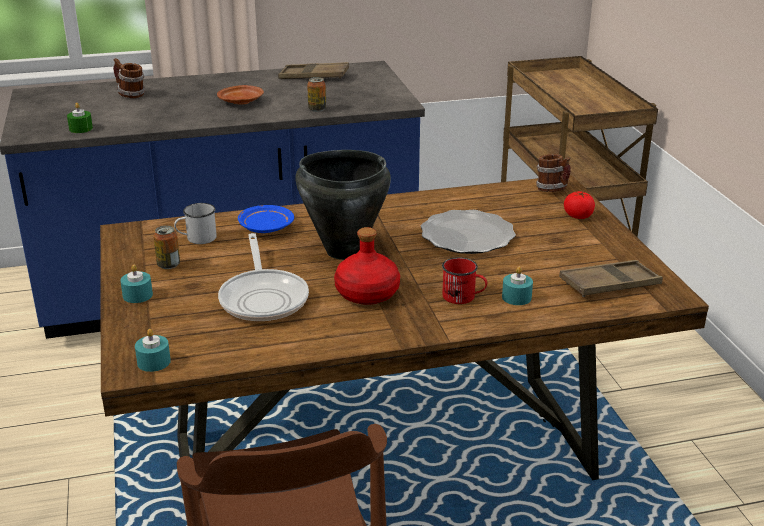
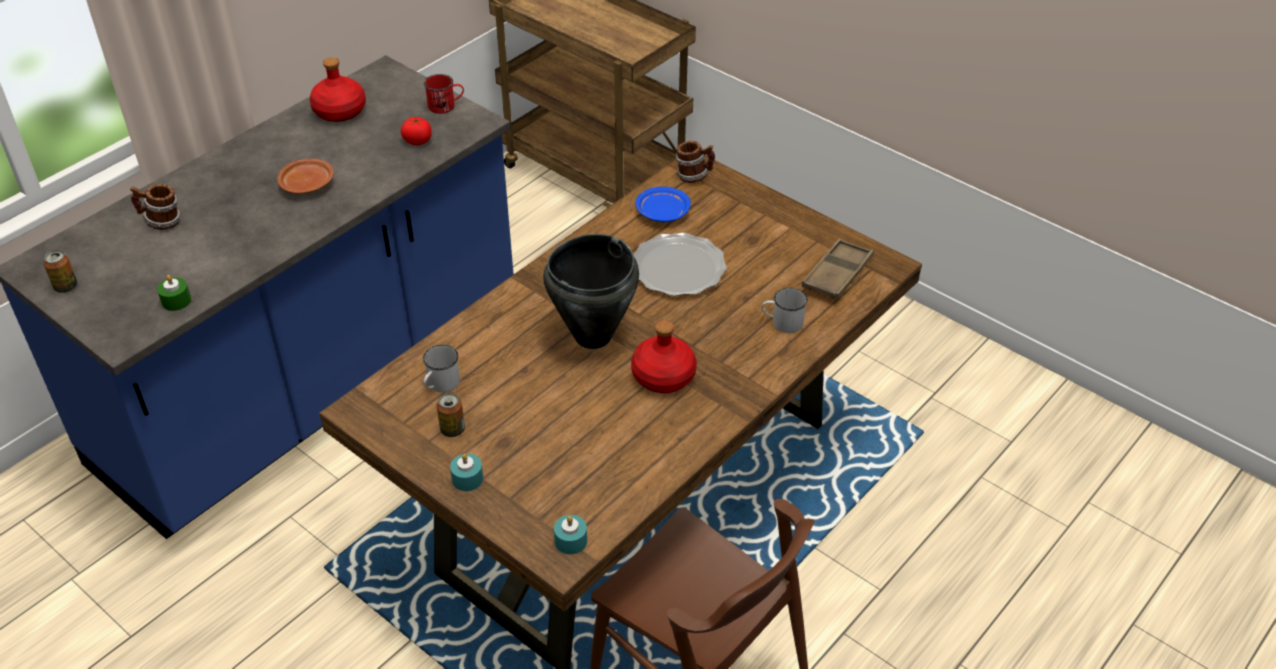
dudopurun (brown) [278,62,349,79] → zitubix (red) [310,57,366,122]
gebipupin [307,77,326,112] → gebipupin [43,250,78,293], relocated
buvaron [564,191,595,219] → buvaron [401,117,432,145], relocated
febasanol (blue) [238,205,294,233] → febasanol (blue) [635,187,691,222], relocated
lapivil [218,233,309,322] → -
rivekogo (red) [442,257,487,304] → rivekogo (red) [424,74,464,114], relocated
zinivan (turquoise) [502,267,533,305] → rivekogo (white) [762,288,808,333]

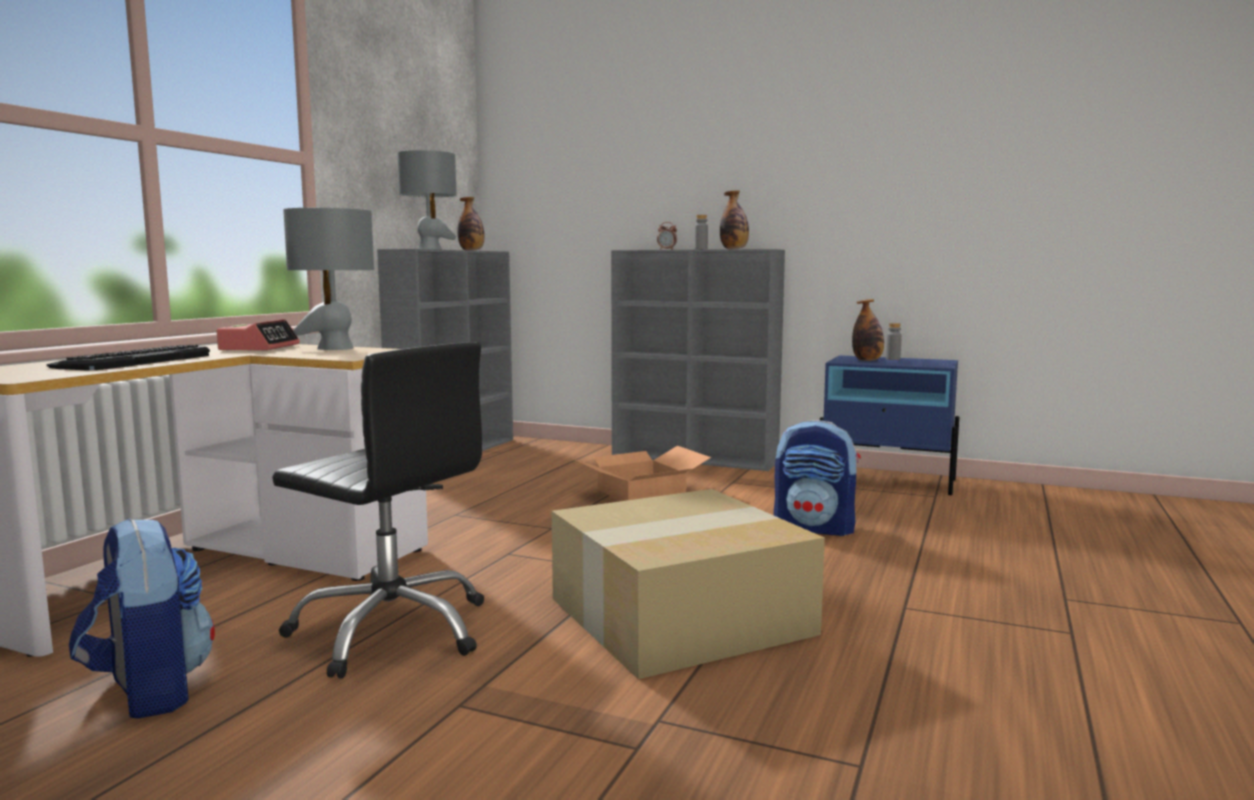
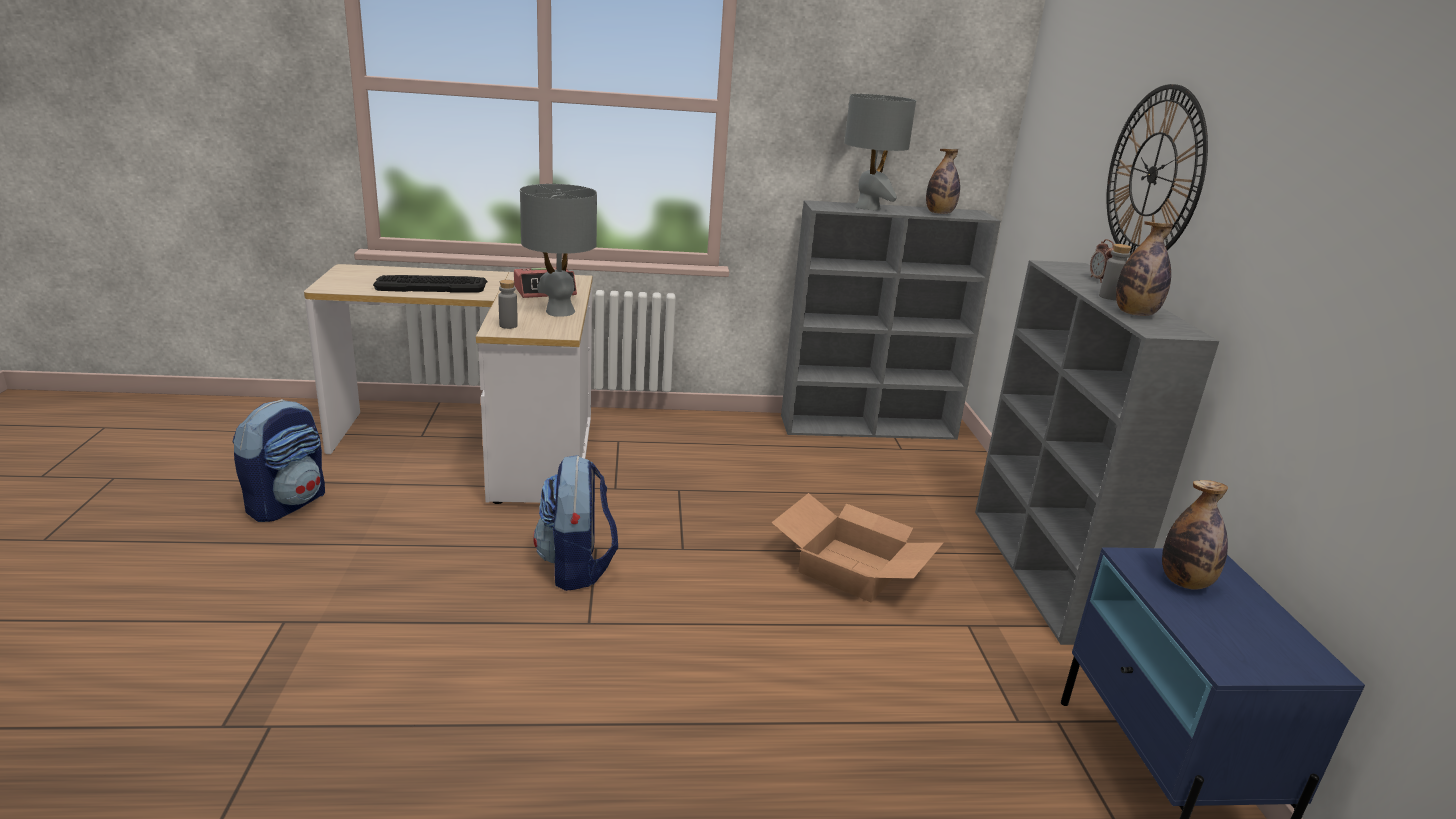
zitubix (grey) [886,323,902,360] → zitubix (grey) [498,280,518,329], relocated
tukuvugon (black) [272,342,484,679] → -
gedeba [774,420,861,536] → gedeba [533,455,618,591], relocated
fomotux [552,489,825,679] → -
- → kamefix [1106,84,1208,256]

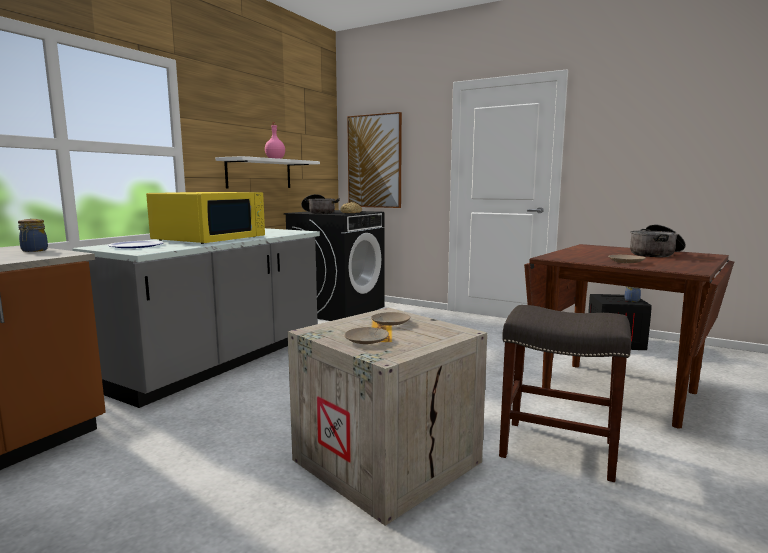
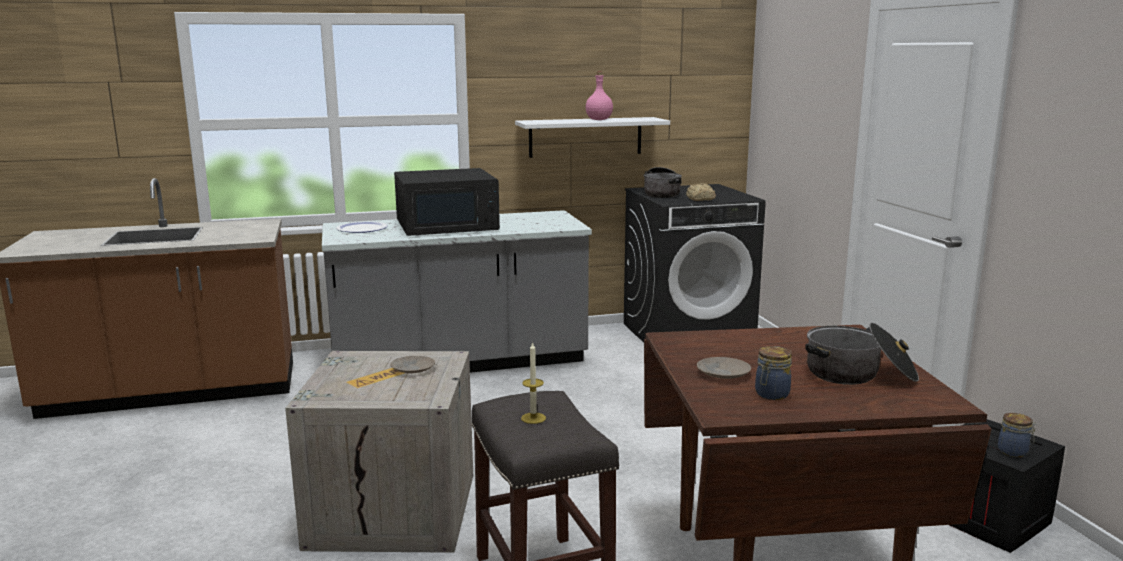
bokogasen [347,112,402,208] → -
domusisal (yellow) [146,192,265,244] → domusisal (black) [394,168,500,236]
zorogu [18,219,48,252] → zorogu [755,346,792,400], relocated
febasanol (beige) [345,327,389,344] → -
- → zinivan [521,342,546,424]

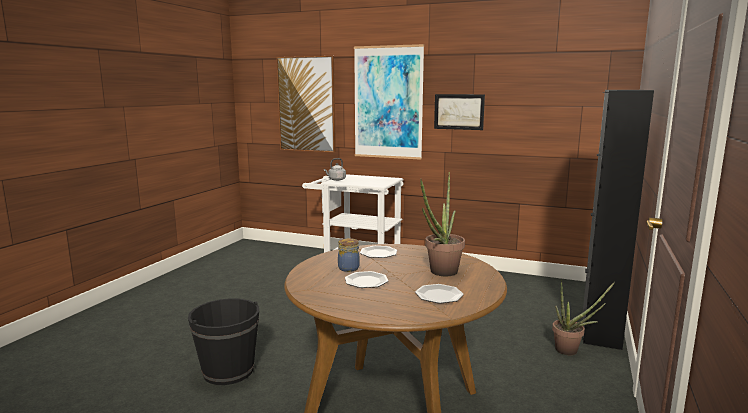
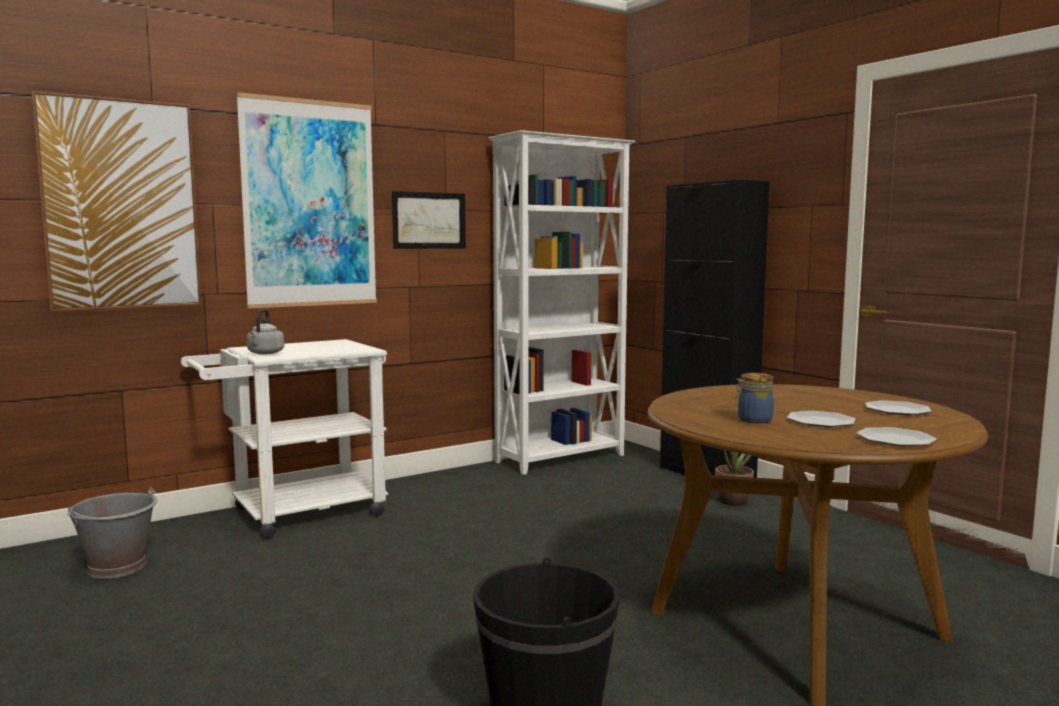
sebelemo [420,172,465,276] → -
febasanol [360,246,397,258] → febasanol [857,427,937,446], relocated
- → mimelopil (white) [489,130,636,475]
- → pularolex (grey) [67,487,158,579]

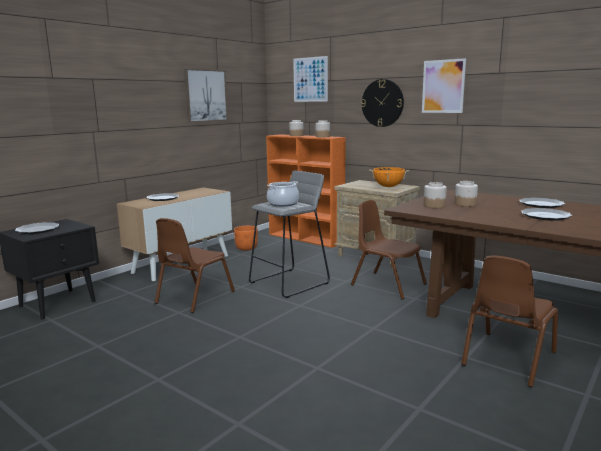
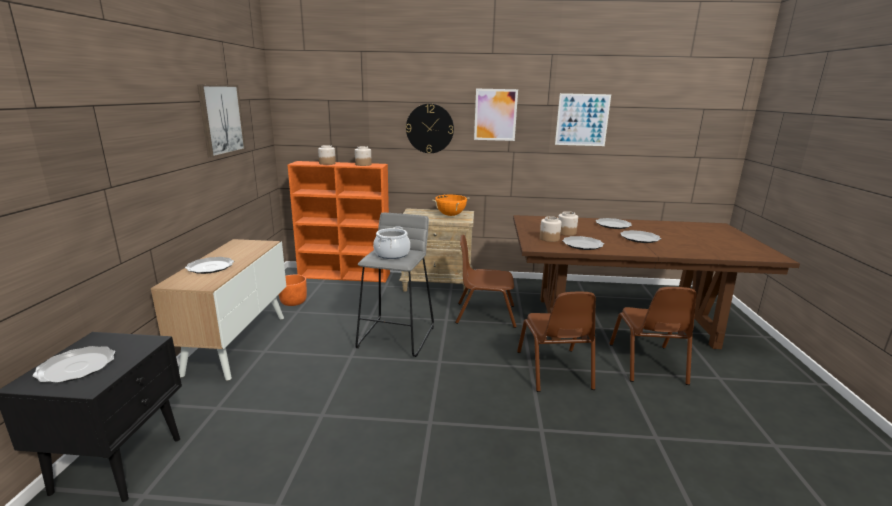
bokogasen [293,56,328,102] → bokogasen [555,93,611,146], relocated
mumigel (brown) [155,218,235,313] → mumigel (brown) [517,292,596,392], relocated
- → febasanol [562,236,604,250]

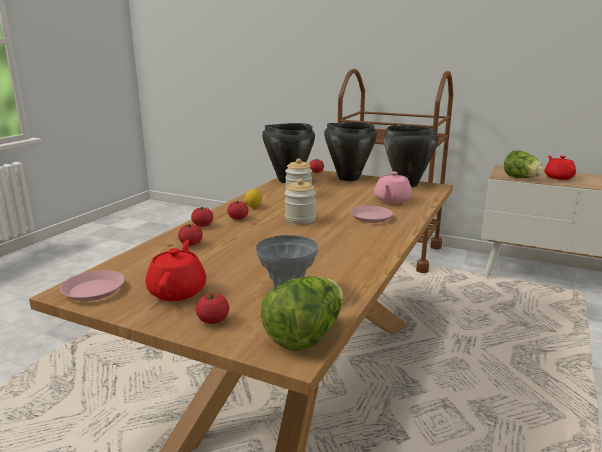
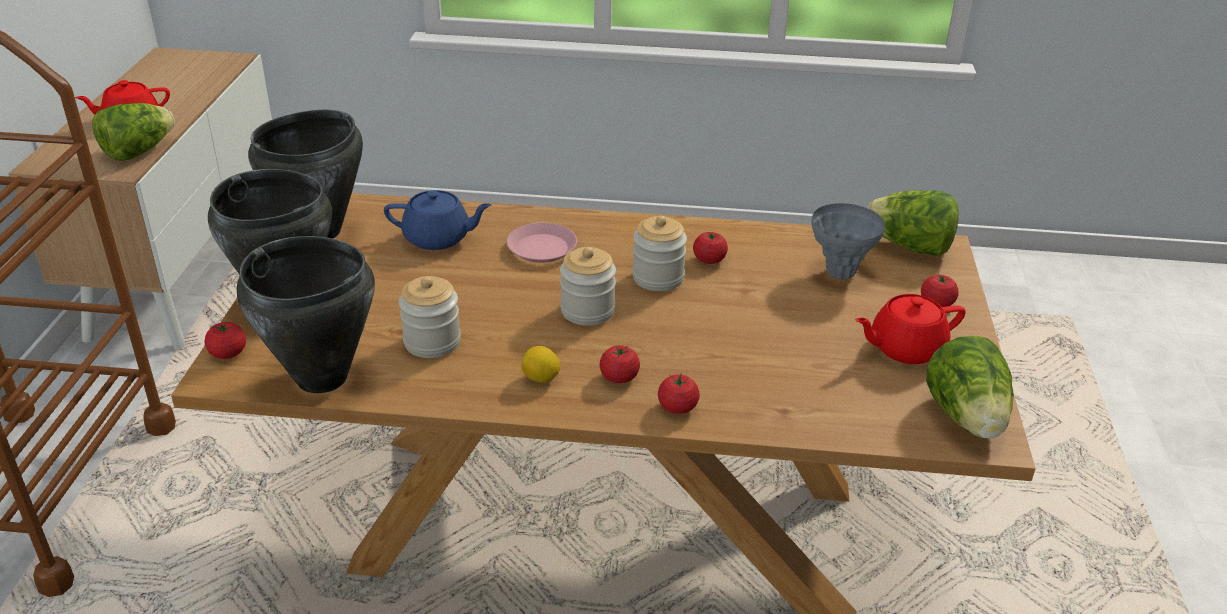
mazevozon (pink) [374,171,412,204] → mazevozon (blue) [384,190,492,250]
buvaron [178,224,203,246] → buvaron [693,232,728,264], relocated
febasanol (pink) [60,270,125,301] → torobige [926,335,1014,439]
- → zorogu [632,216,687,291]

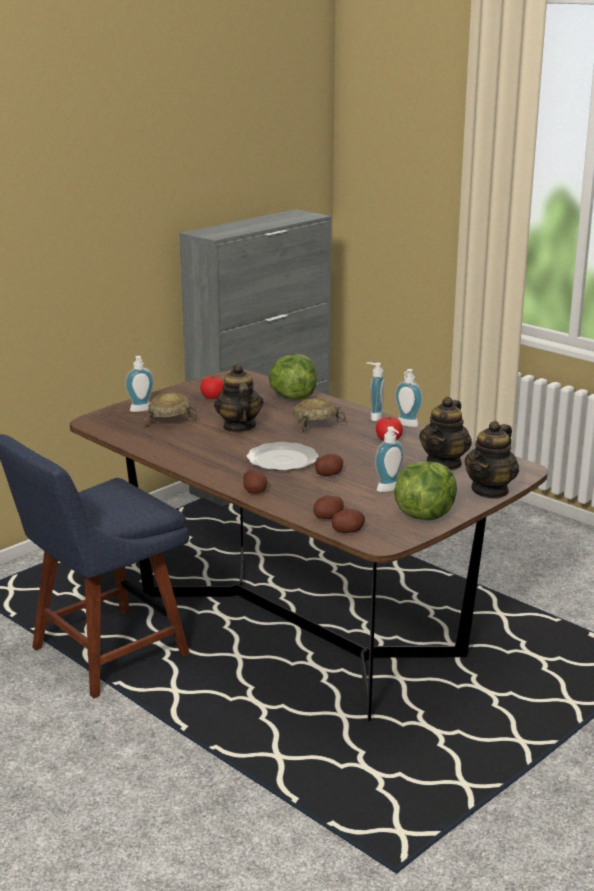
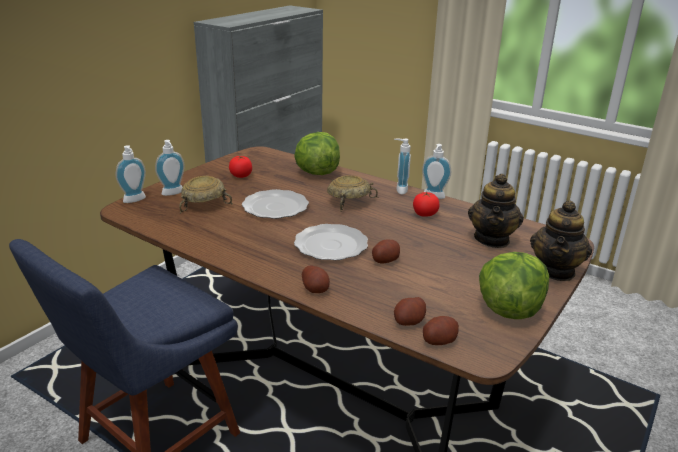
mazevozon [214,364,264,432] → febasanol [242,189,309,219]
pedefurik [375,426,404,492] → pedefurik [116,145,146,203], relocated

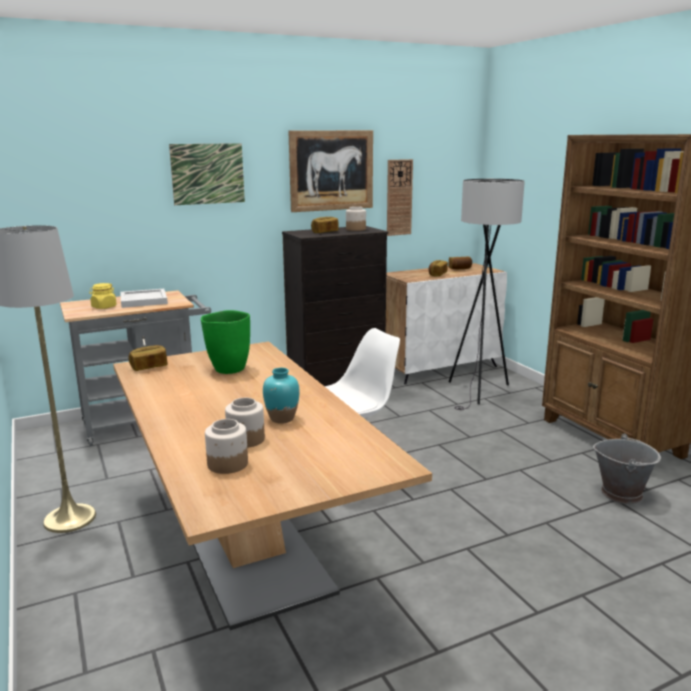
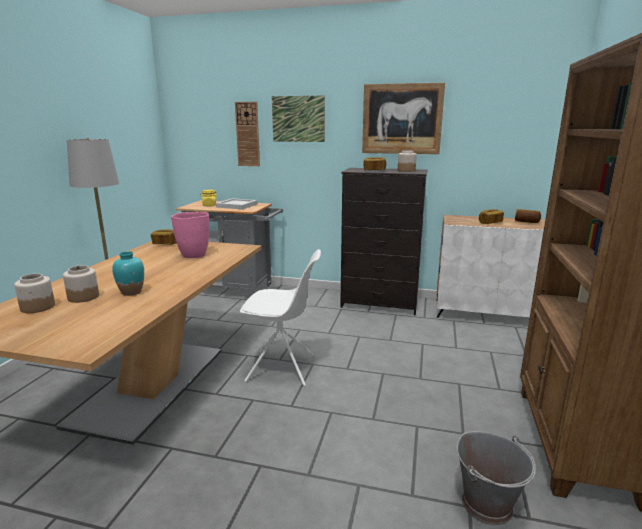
kamefix [387,159,413,236] → kamefix [235,102,260,166], relocated
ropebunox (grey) [449,179,525,410] → -
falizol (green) [201,310,250,374] → falizol (pink) [171,212,209,258]

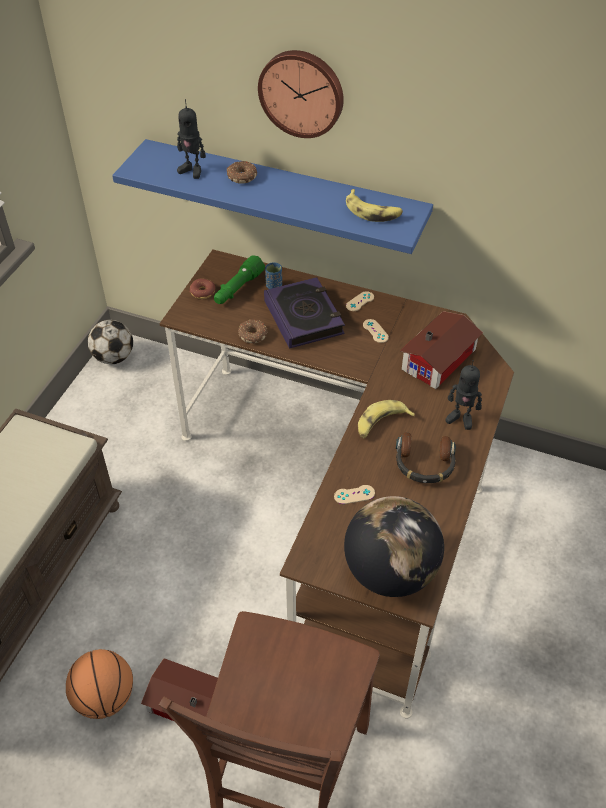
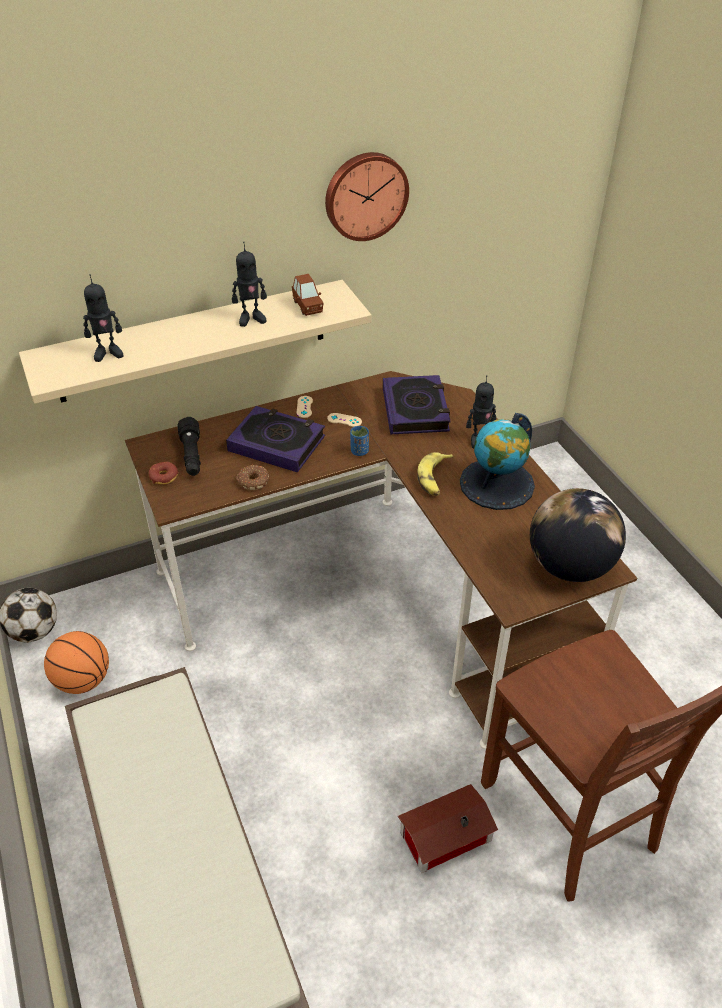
kamefix [258,50,344,138] → kamefix [325,152,409,241], relocated
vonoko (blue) [112,139,433,254] → vonoko (beige) [19,280,372,404]
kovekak [227,161,257,184] → -
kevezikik [346,189,403,222] → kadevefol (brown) [292,274,323,316]
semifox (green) [214,255,265,304] → semifox (black) [178,417,201,476]
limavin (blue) [265,262,282,289] → limavin (blue) [350,426,369,456], relocated
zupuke [400,311,483,389] → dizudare [383,375,451,435]
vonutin [396,432,456,483] → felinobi [460,413,535,510]
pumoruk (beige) [334,485,375,504] → -
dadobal [66,649,133,719] → dadobal [44,631,109,694], relocated
- → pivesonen [232,242,267,327]

